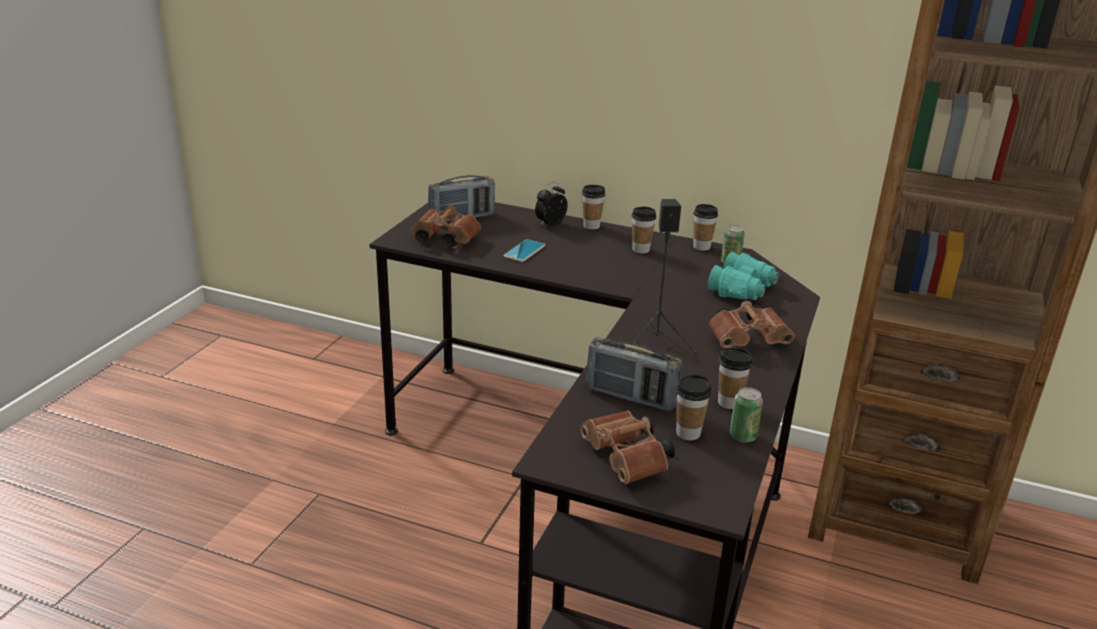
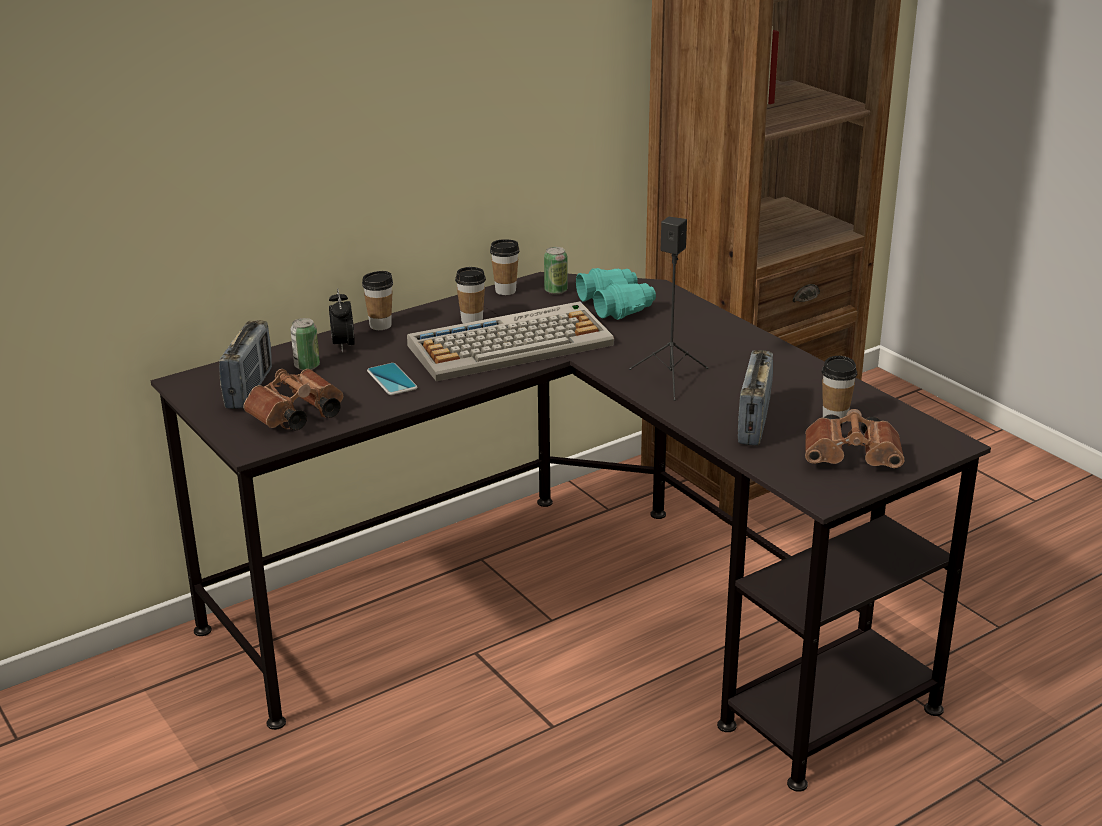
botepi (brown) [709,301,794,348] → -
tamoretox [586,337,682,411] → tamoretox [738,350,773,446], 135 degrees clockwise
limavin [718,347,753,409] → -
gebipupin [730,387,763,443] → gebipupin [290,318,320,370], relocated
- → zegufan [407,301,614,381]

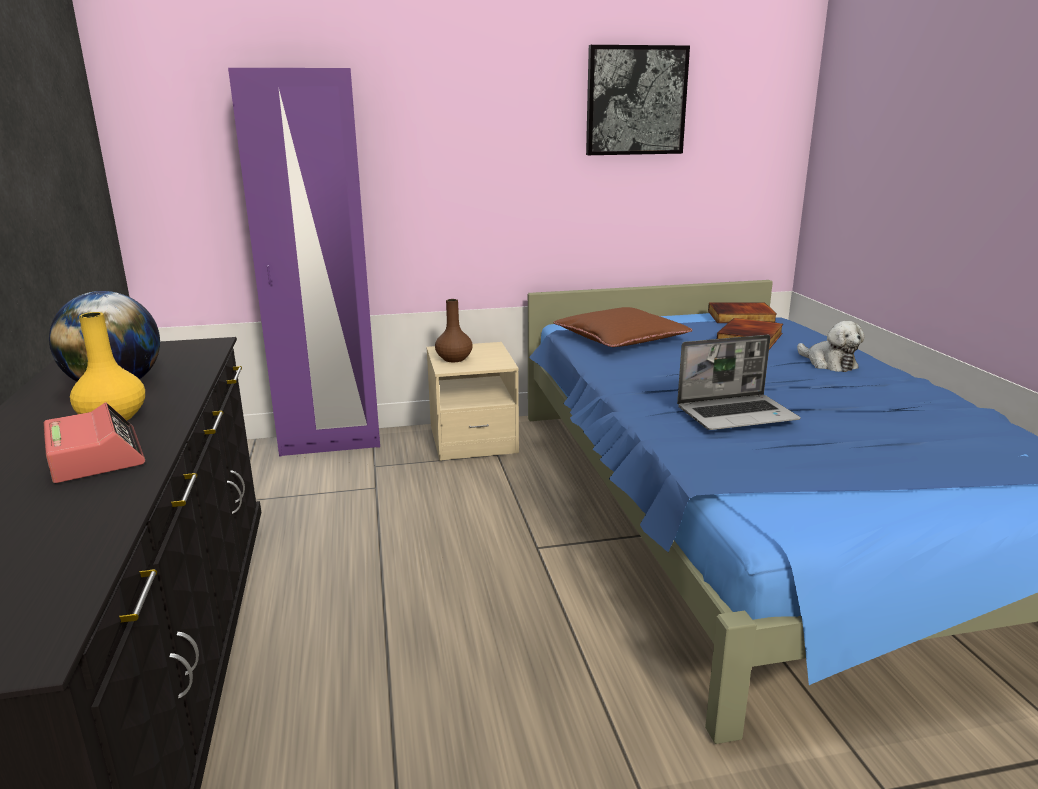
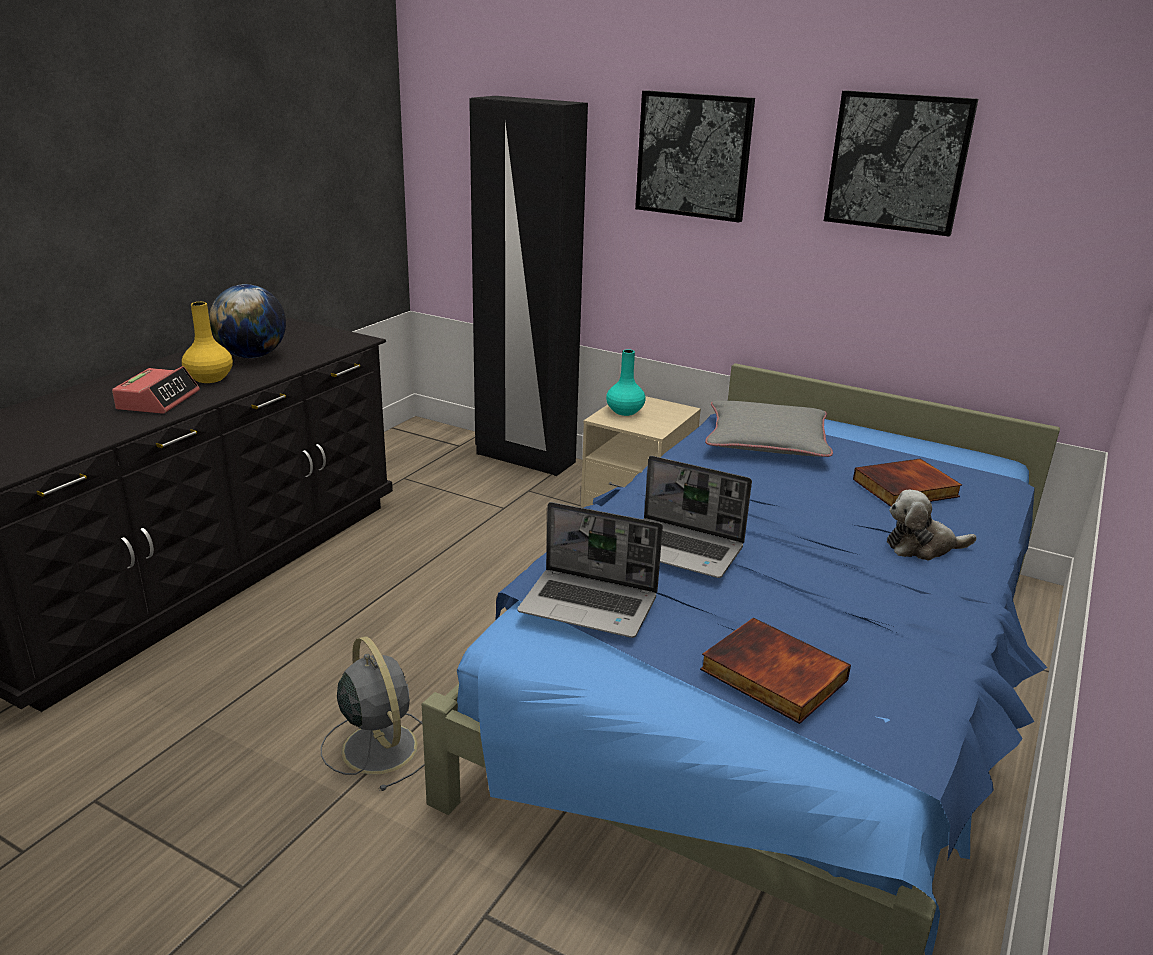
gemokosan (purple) [228,68,380,457] → gemokosan (black) [469,96,588,476]
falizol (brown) [435,299,473,362] → falizol (turquoise) [606,349,646,416]
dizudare [708,302,777,323] → dizudare [700,617,851,724], relocated
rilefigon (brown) [553,307,693,347] → rilefigon (grey) [705,401,833,457]
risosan [797,321,864,372] → risosan [887,490,976,560], 75 degrees clockwise
- → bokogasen [635,90,755,222]
- → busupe [517,502,663,638]
- → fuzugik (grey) [321,636,425,791]

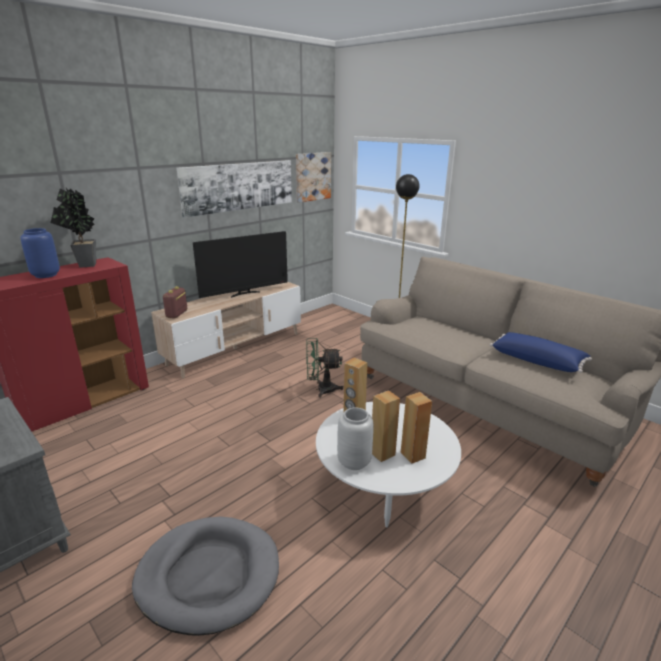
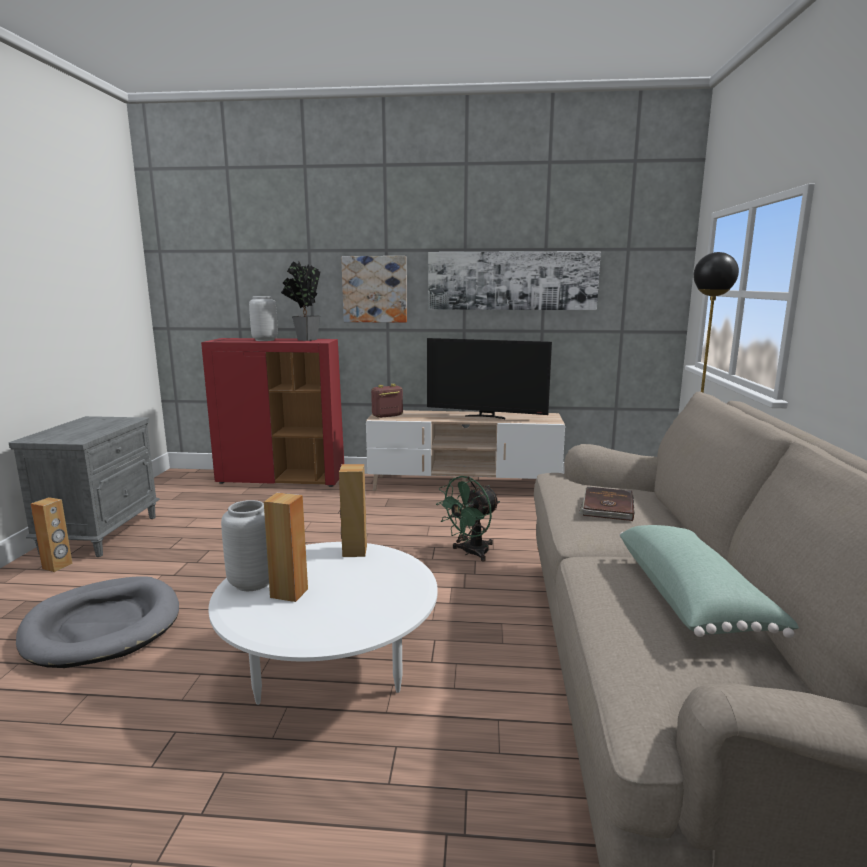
bokogasen [296,152,331,203] → bokogasen [341,256,407,323], relocated
falizol (blue) [21,228,60,278] → falizol (grey) [249,296,278,341]
rilefigon (blue) [490,332,592,373] → rilefigon (green) [619,525,799,638]
fuzugik (green) [306,338,343,398] → fuzugik (green) [436,476,500,561], 90 degrees counterclockwise
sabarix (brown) [401,392,432,464] → sabarix (brown) [31,497,73,572], relocated
- → dizudare (brown) [579,487,635,521]

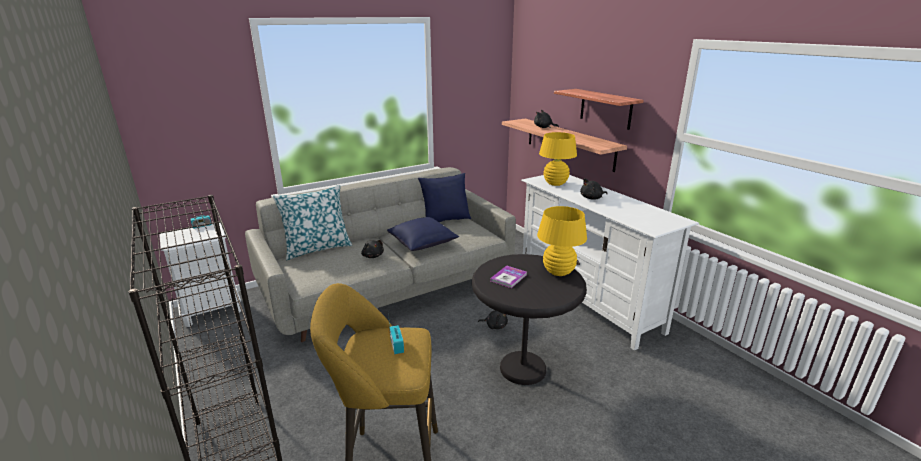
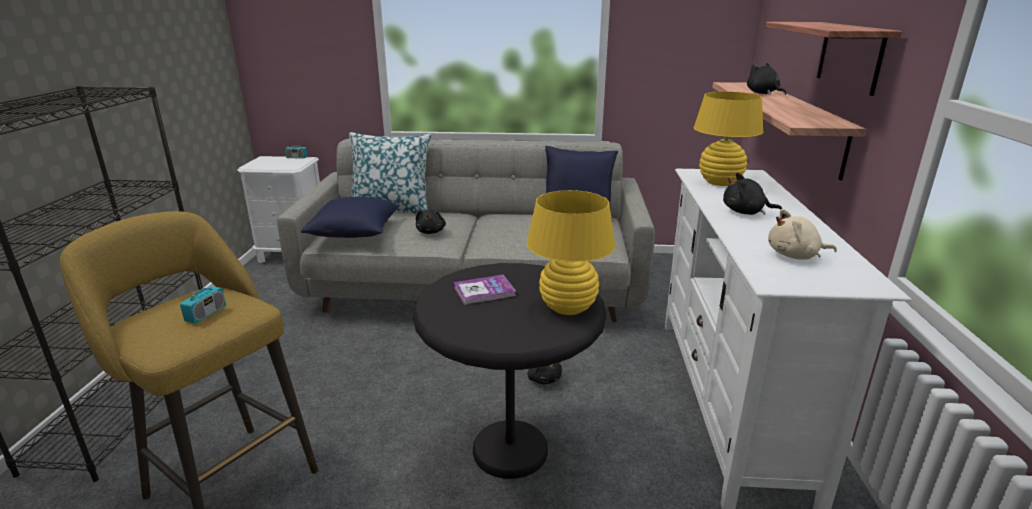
rilefigon (blue) [387,217,459,251] → rilefigon (blue) [301,197,400,238], relocated
- → risosan (beige) [768,209,837,260]

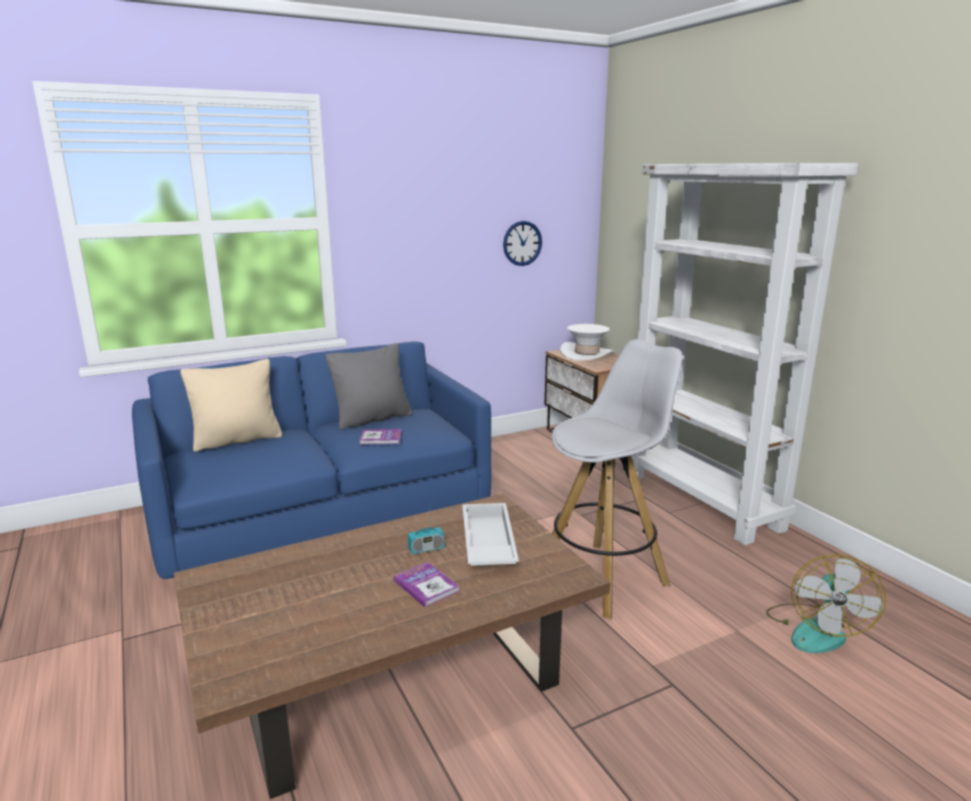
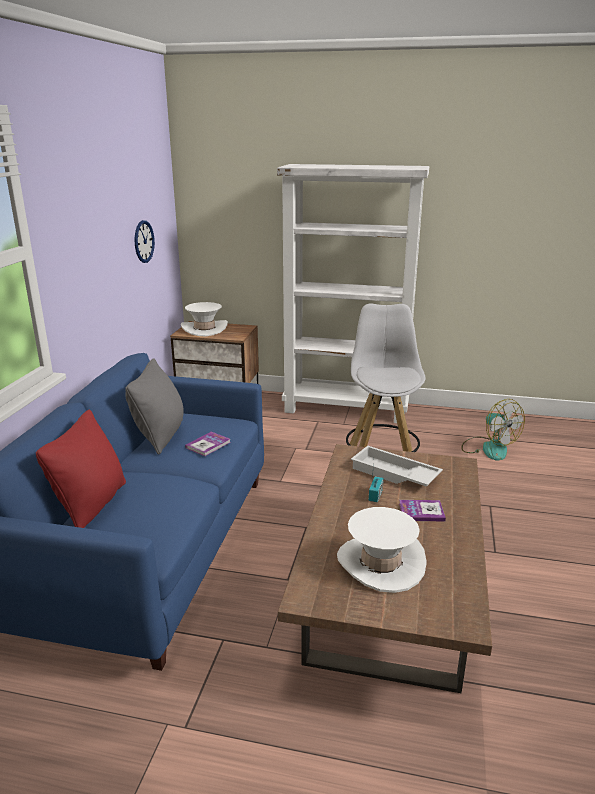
rilefigon (beige) [180,359,282,452] → rilefigon (red) [36,410,126,528]
- → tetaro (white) [337,507,427,593]

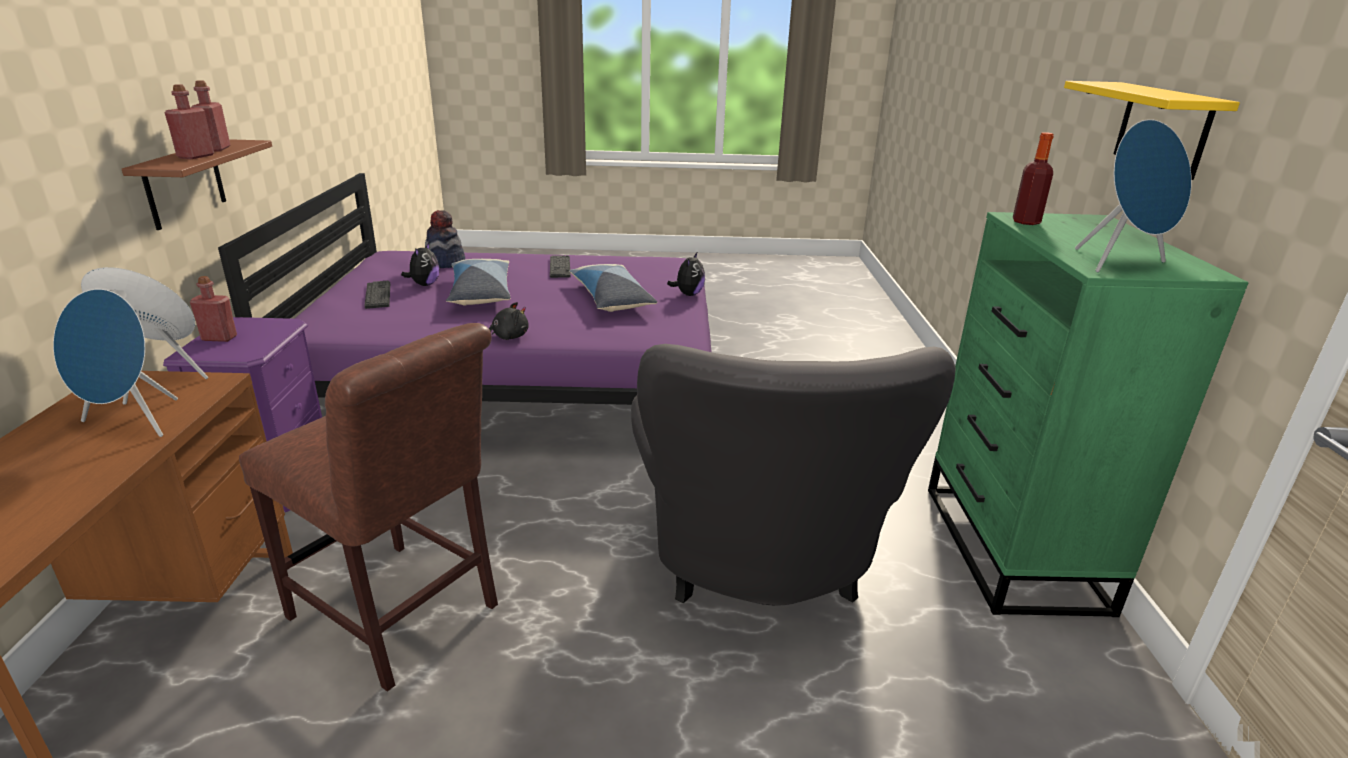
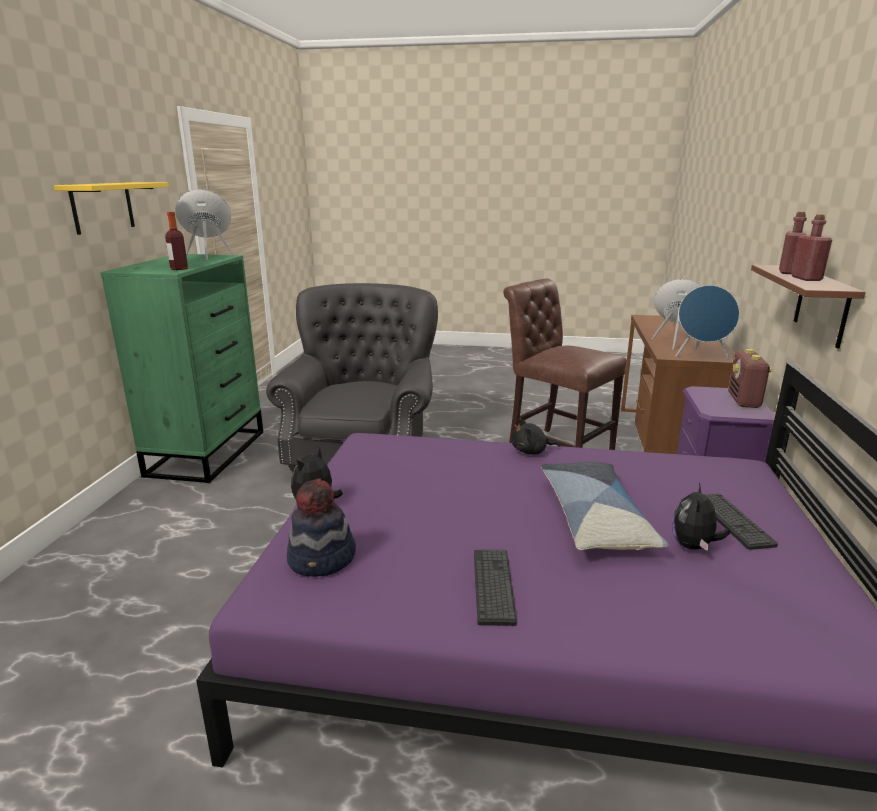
tetaro [425,210,465,268] → tetaro [287,478,356,577], relocated
rilefigon [569,264,658,312] → -
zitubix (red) [190,276,237,342] → tamoretox [728,349,773,408]

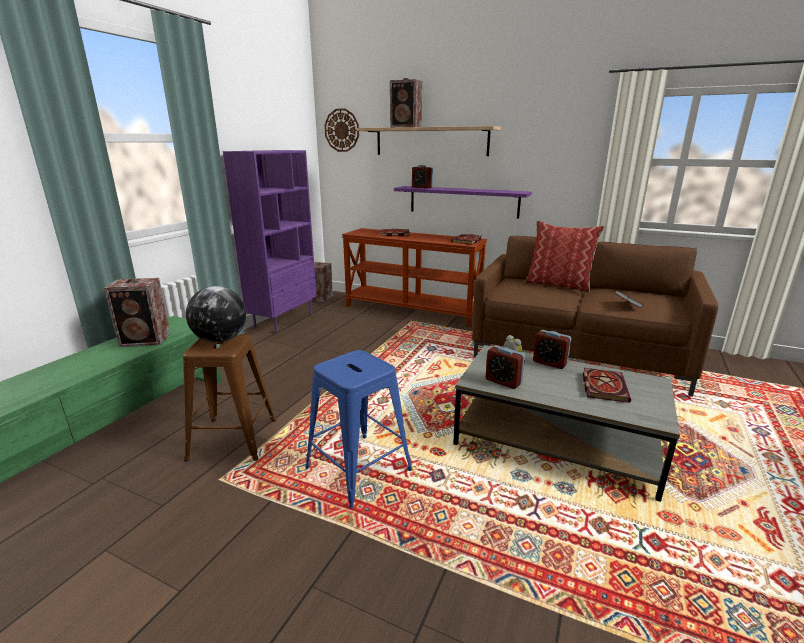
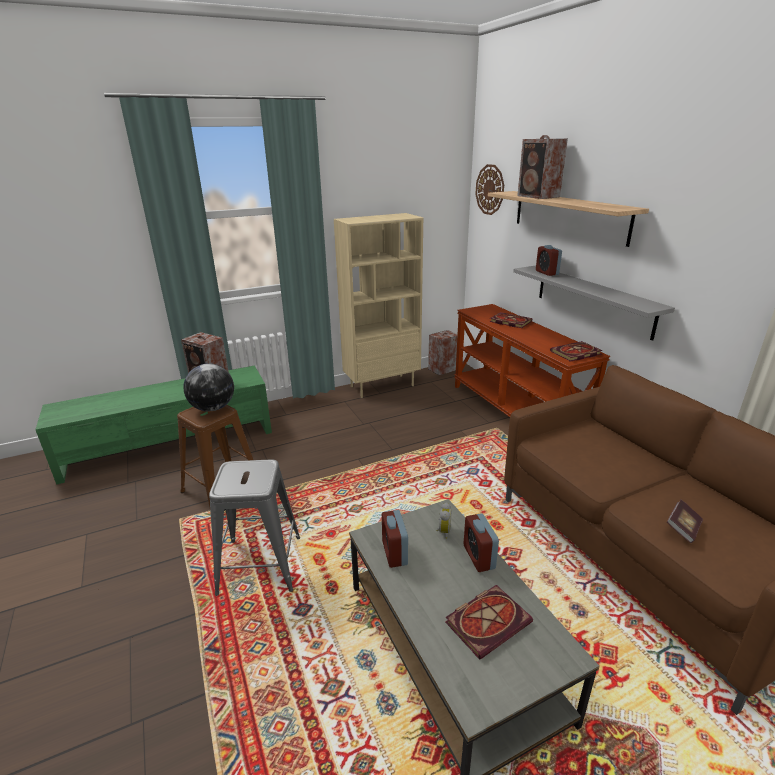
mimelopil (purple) [223,150,317,333] → mimelopil (beige) [334,213,423,398]
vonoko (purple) [394,186,532,219] → vonoko (grey) [513,265,675,341]
rilefigon [524,221,605,293] → -
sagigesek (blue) [306,350,412,509] → sagigesek (grey) [209,460,300,596]

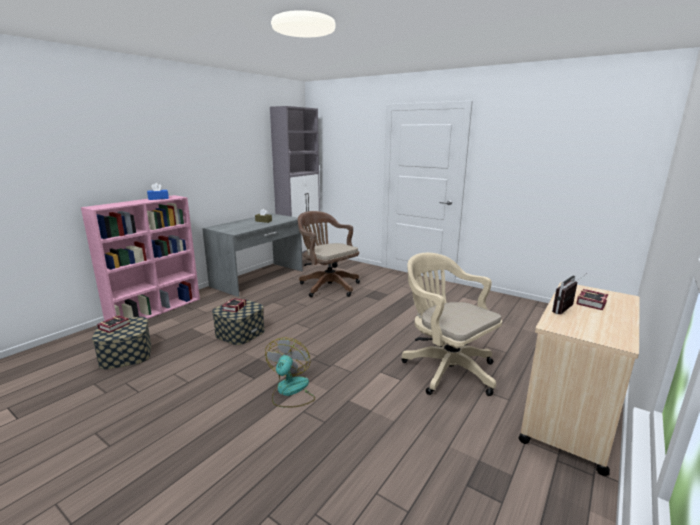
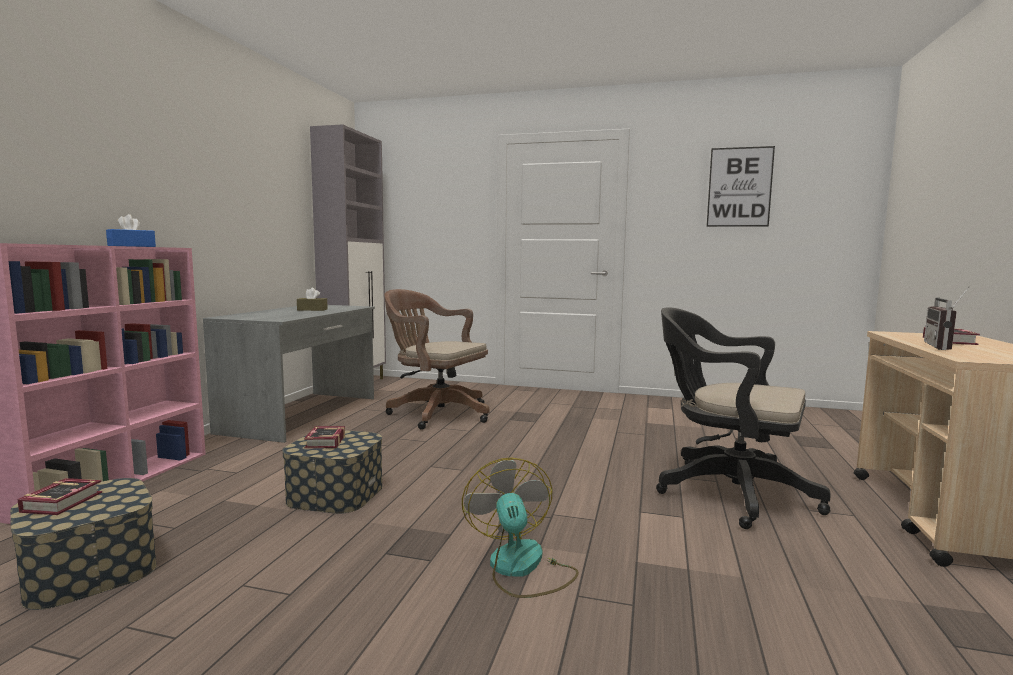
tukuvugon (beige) [401,253,502,396] → tukuvugon (black) [656,307,831,529]
- → bokogasen [706,146,775,227]

